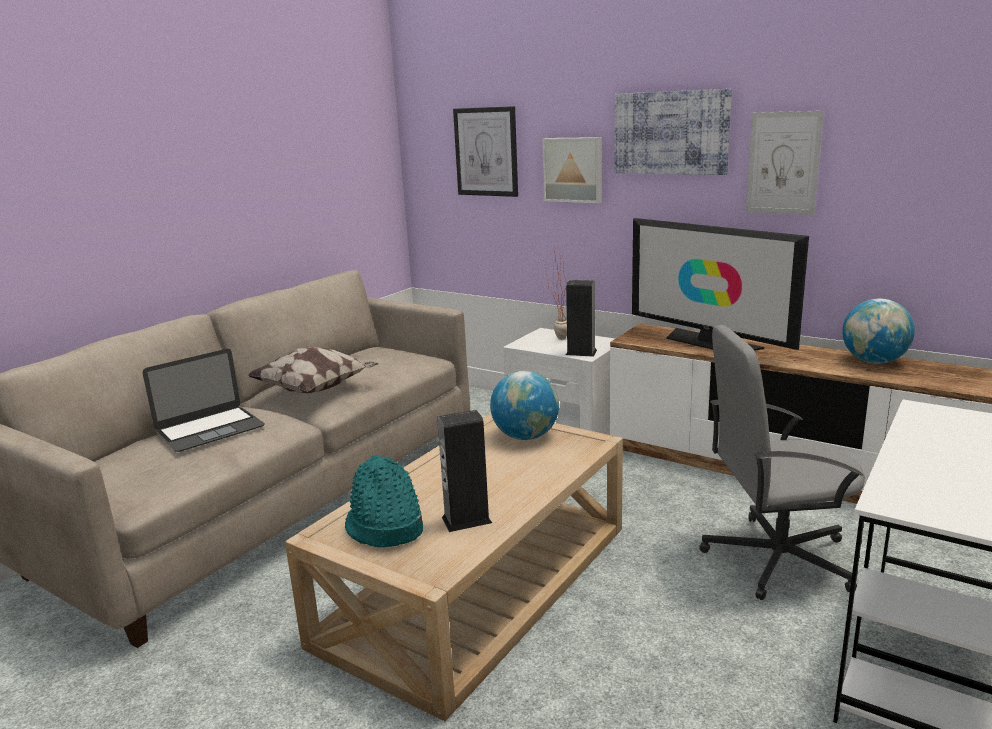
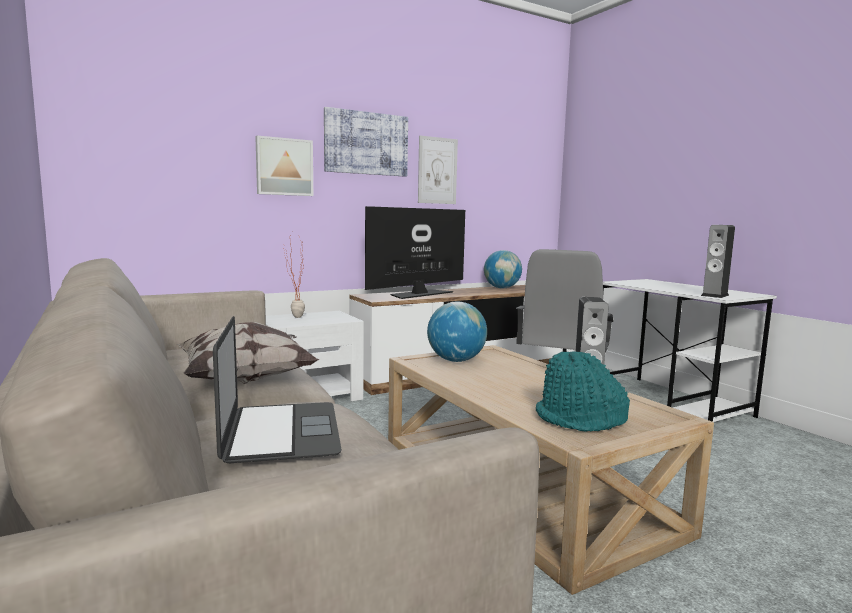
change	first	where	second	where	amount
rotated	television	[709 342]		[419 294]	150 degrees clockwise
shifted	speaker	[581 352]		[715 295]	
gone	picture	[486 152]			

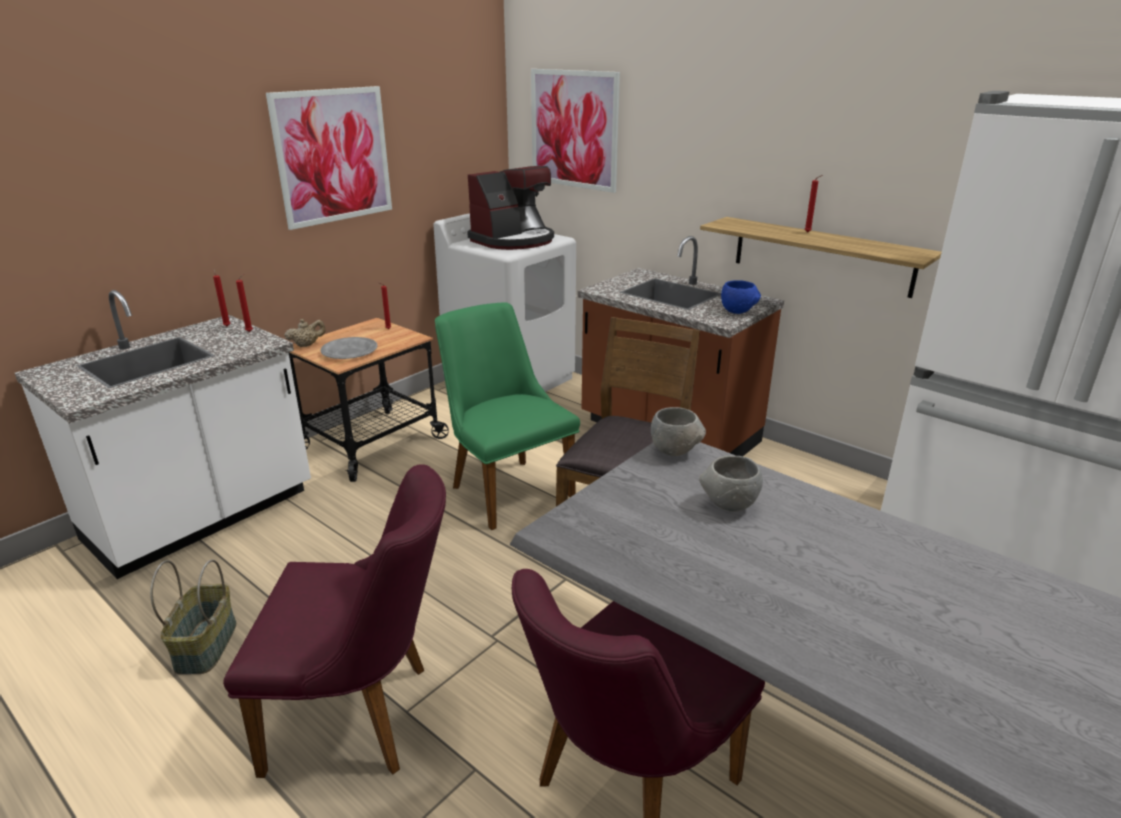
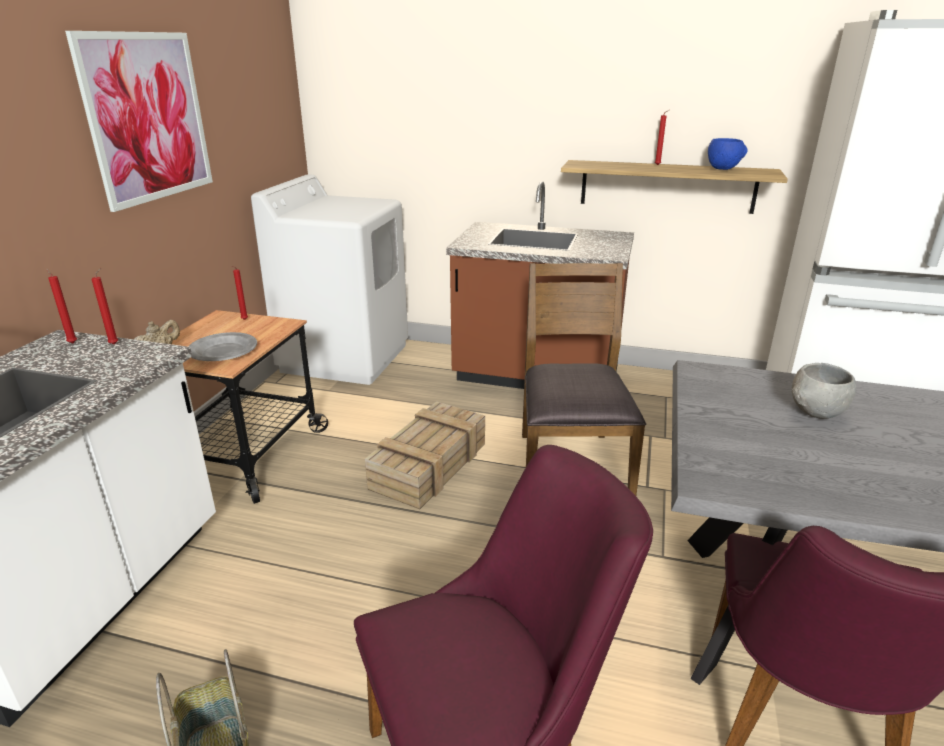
change	first	where	second	where	amount
swapped	chair/green	[505 487]	crate	[429 464]	
shifted	bowl/blue	[737 312]		[723 169]	
gone	coffee machine	[513 240]			
gone	picture	[574 129]			
gone	bowl/grey	[674 452]			

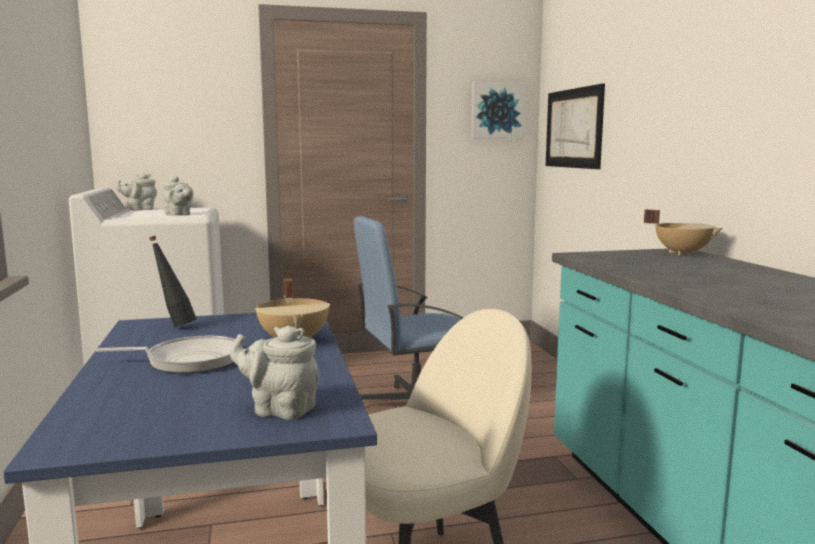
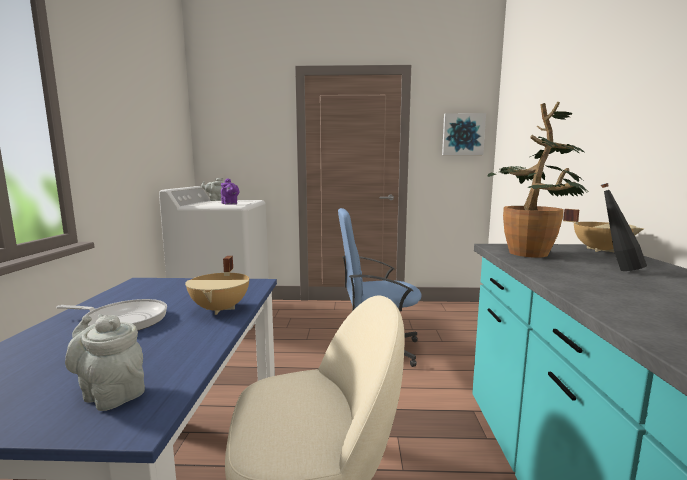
change	first	where	second	where	amount
repainted	teapot/grey	[179 215]	teapot/purple	[230 204]	
new			potted plant	[530 255]	
shifted	bottle/black	[175 326]		[616 269]	
gone	picture	[573 128]			

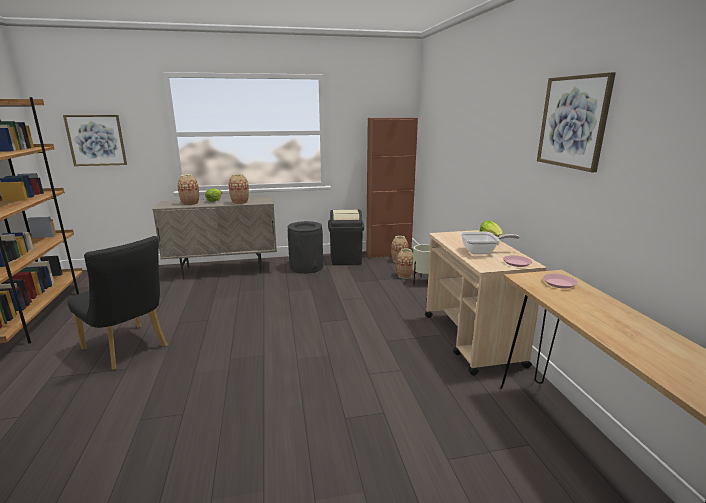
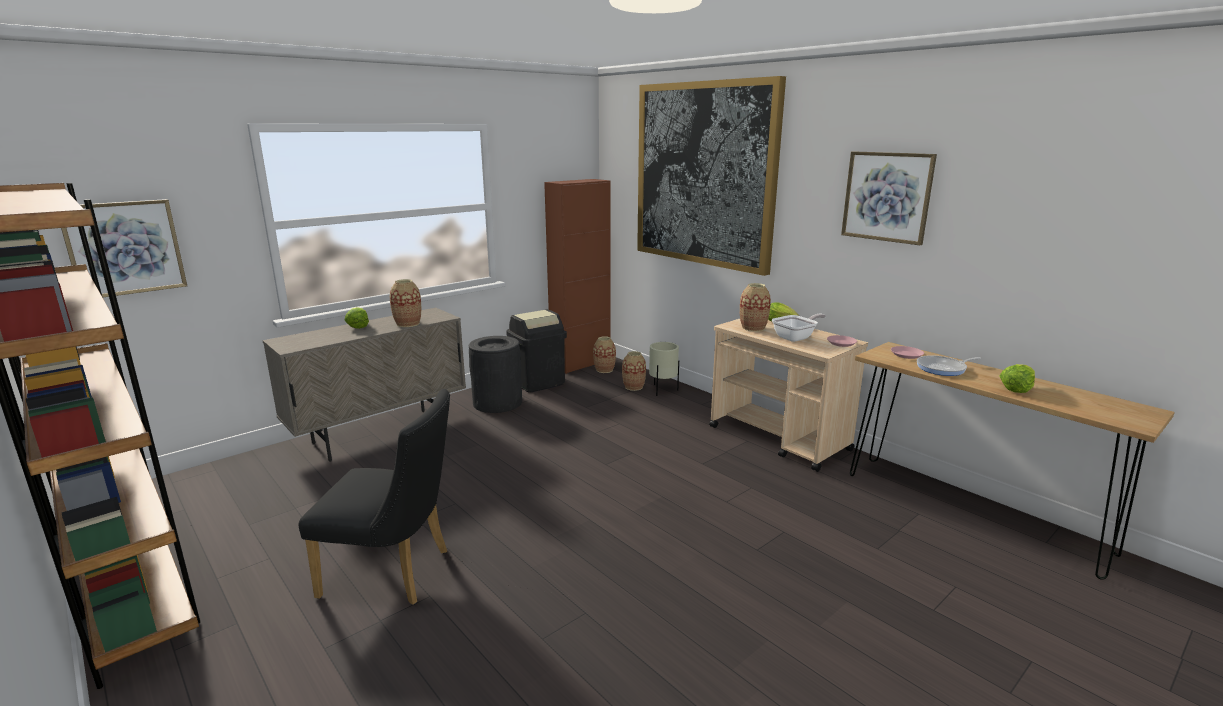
change	first	where	second	where	amount
new			picture	[704 175]	
shifted	vase	[190 203]		[753 328]	
new			frying pan	[943 368]	
new			lettuce	[1016 388]	

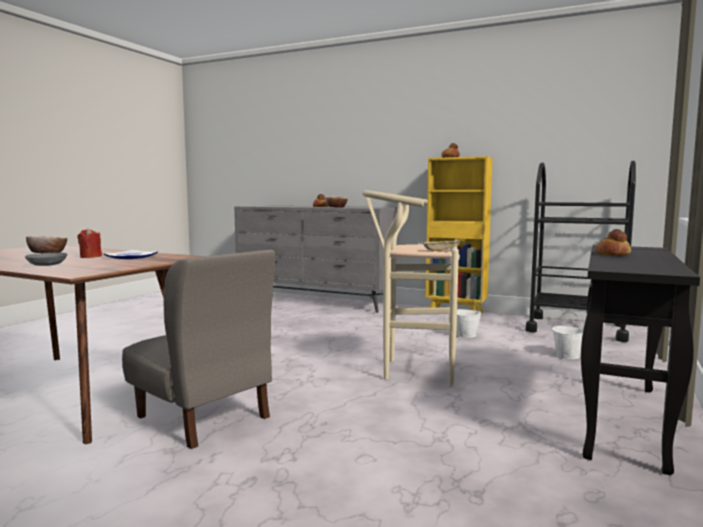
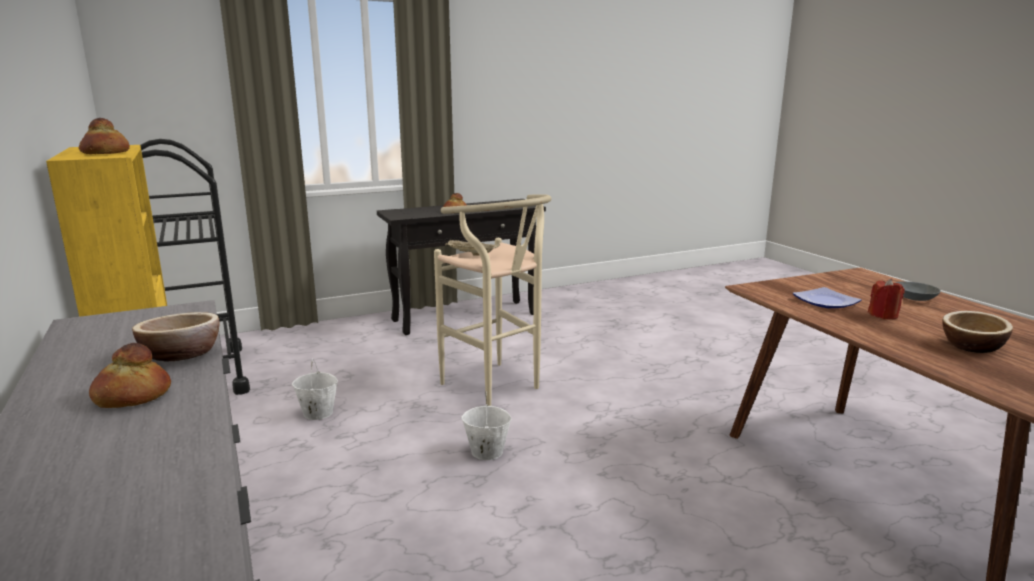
change	first	where	second	where	amount
shifted	bucket/white	[567 356]		[486 452]	
gone	chair/grey	[203 417]			

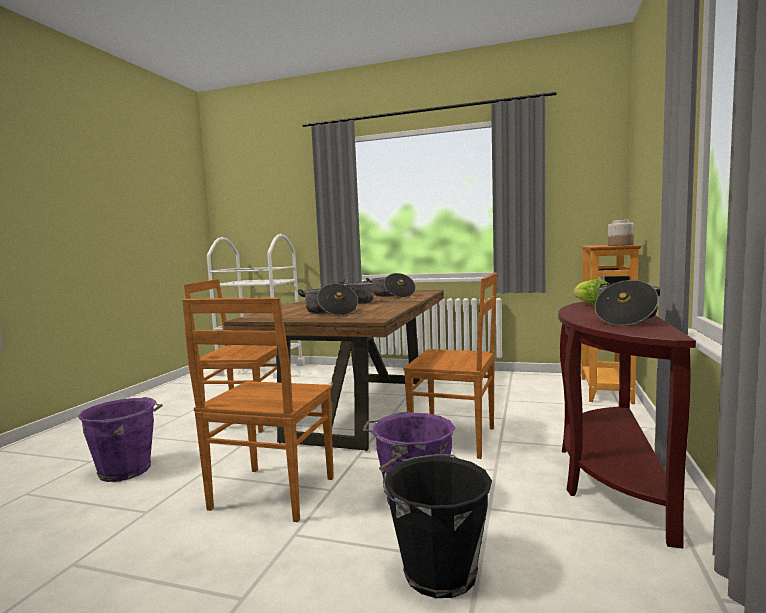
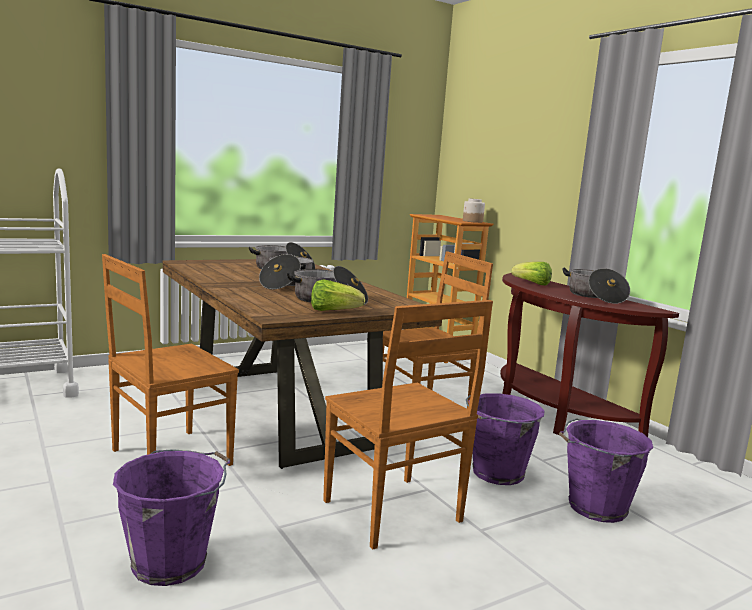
change	first	where	second	where	amount
new			lettuce	[333 311]	
repainted	bucket/black	[437 571]	bucket/purple	[594 507]	

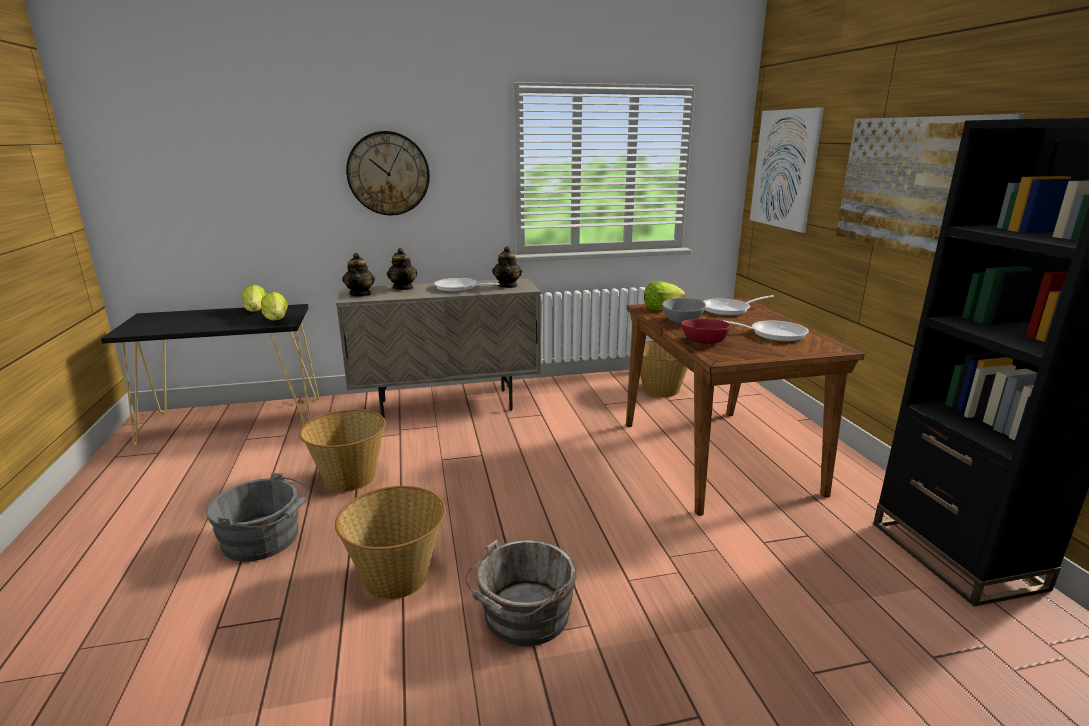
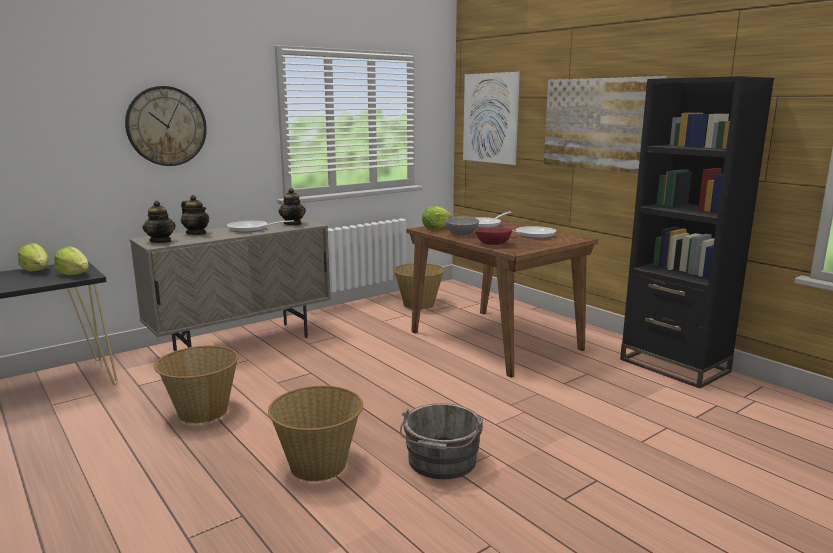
change	first	where	second	where	amount
gone	bucket/grey	[265 539]			

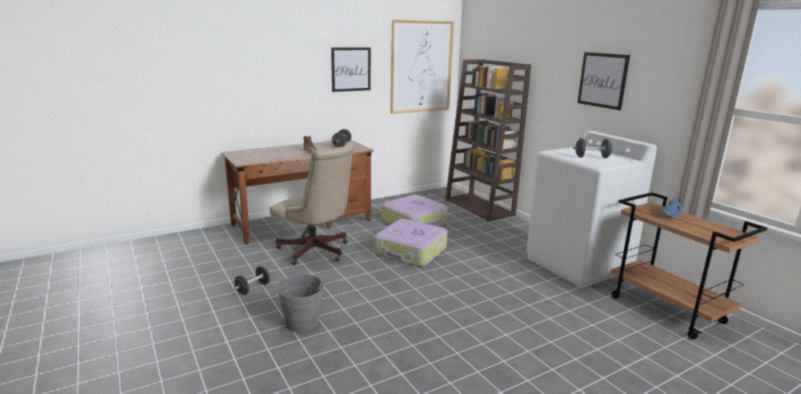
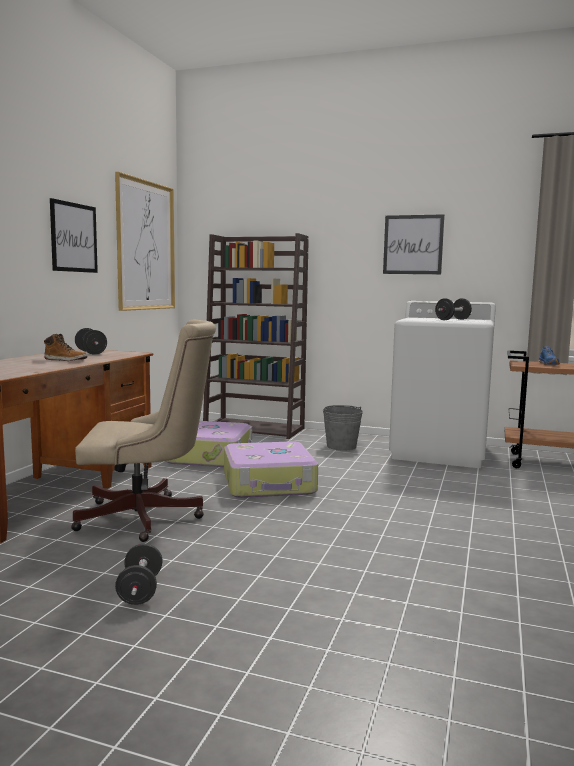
change	first	where	second	where	amount
shifted	bucket/grey	[302 323]		[341 446]	

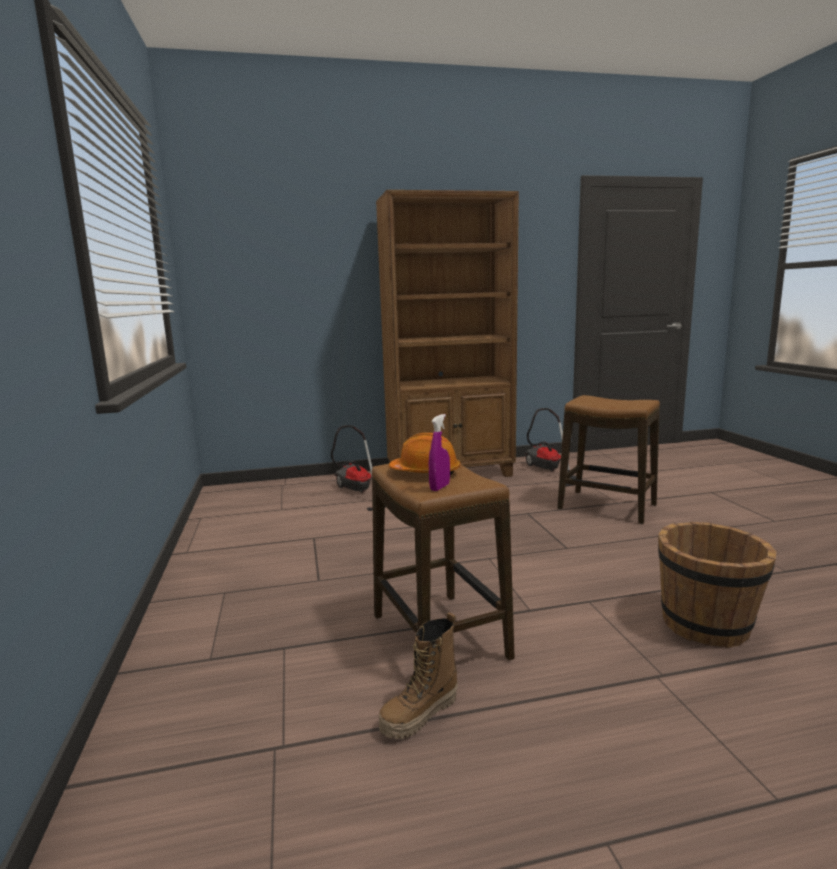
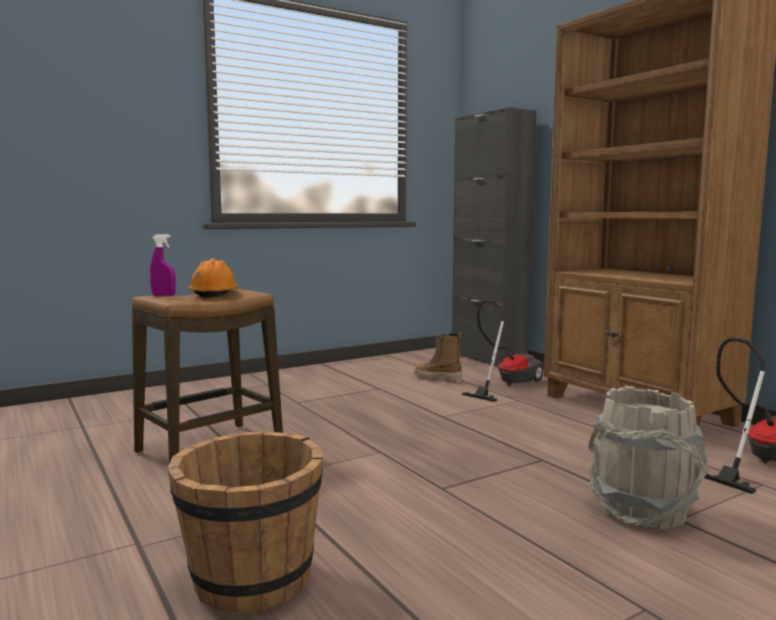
change	first	where	second	where	amount
shifted	boot	[420 715]		[437 379]	
new			cabinet/black	[488 359]	
swapped	stool	[607 507]	bucket/grey	[642 511]	

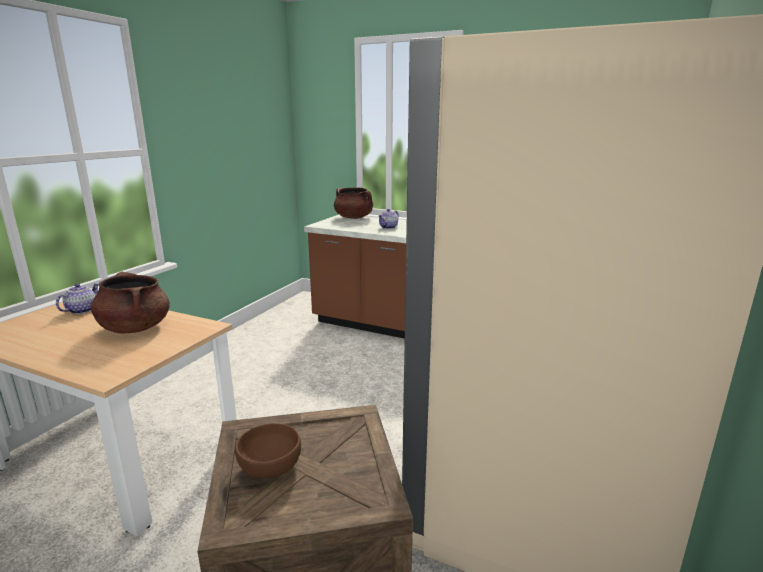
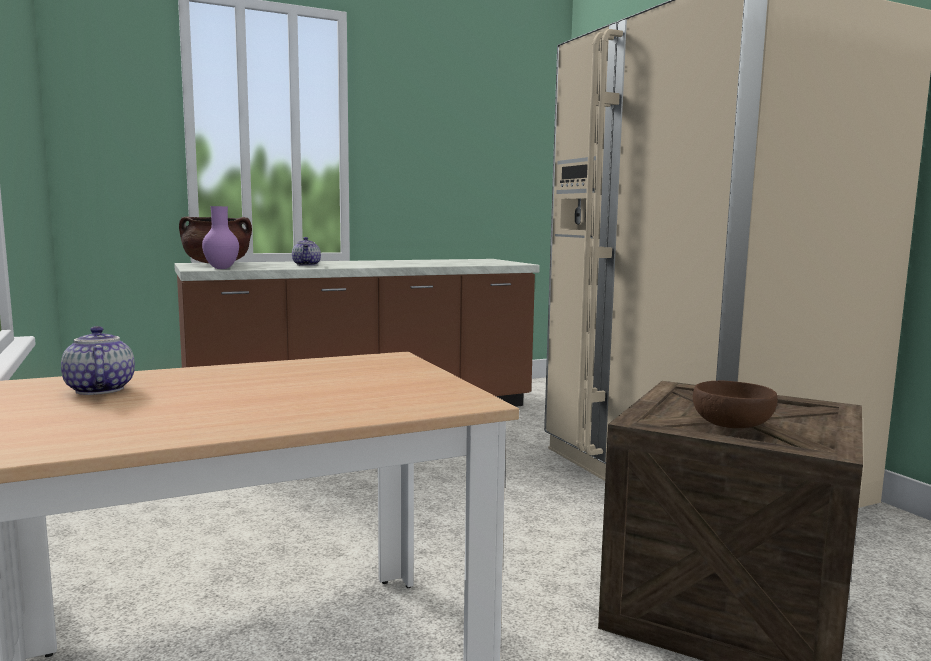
change	first	where	second	where	amount
new			vase/purple	[222 268]	
gone	cooking pot/brown	[135 328]			

